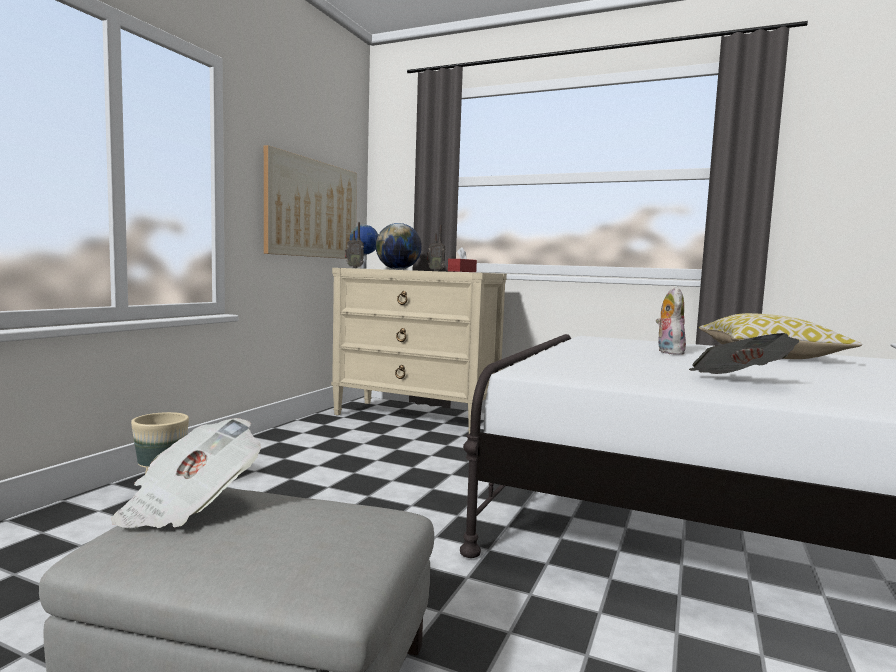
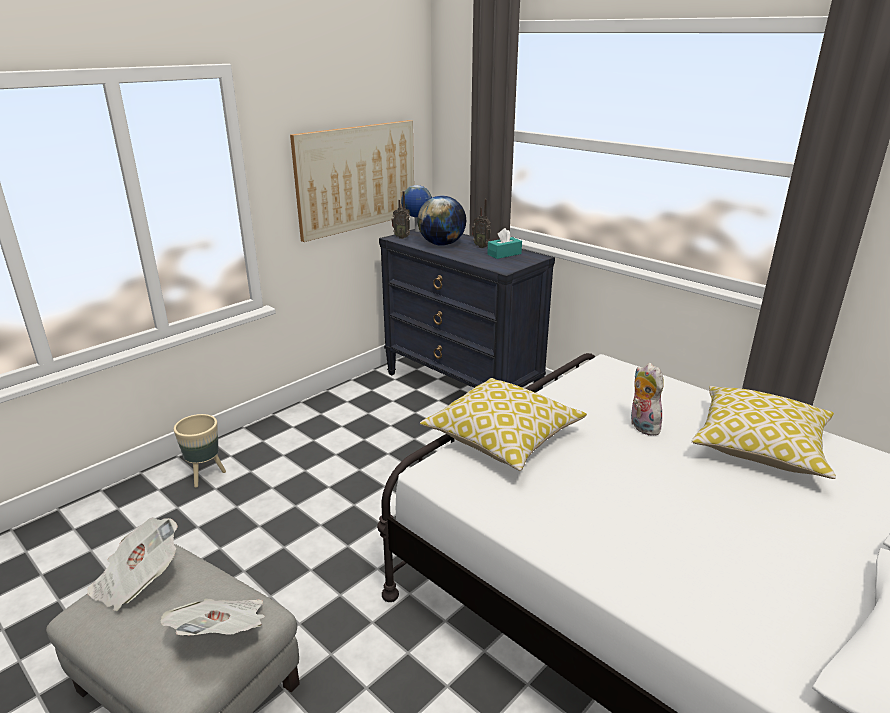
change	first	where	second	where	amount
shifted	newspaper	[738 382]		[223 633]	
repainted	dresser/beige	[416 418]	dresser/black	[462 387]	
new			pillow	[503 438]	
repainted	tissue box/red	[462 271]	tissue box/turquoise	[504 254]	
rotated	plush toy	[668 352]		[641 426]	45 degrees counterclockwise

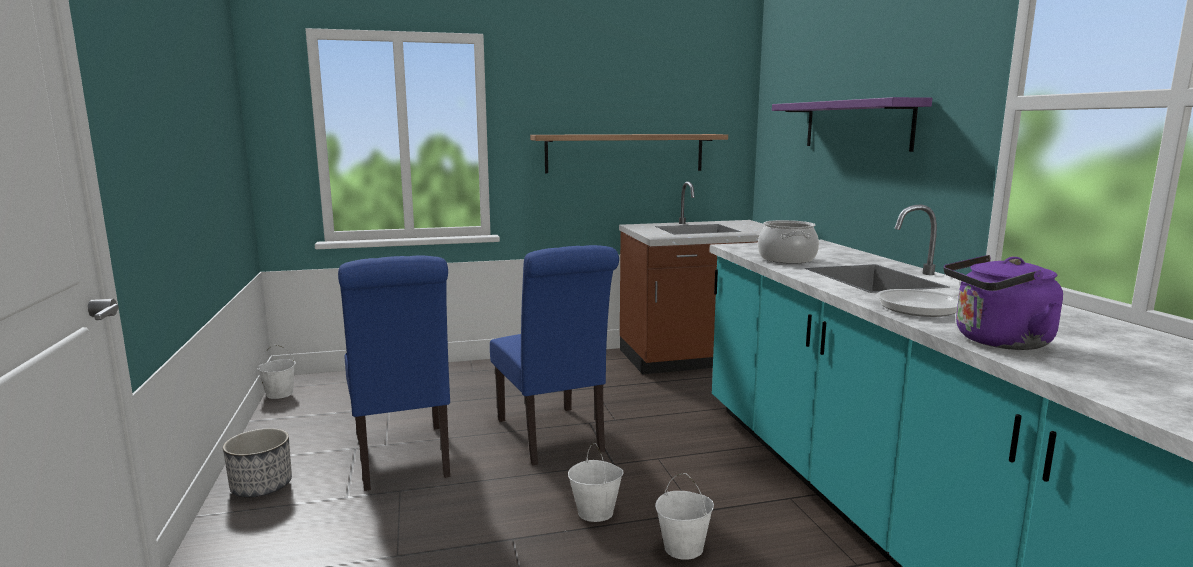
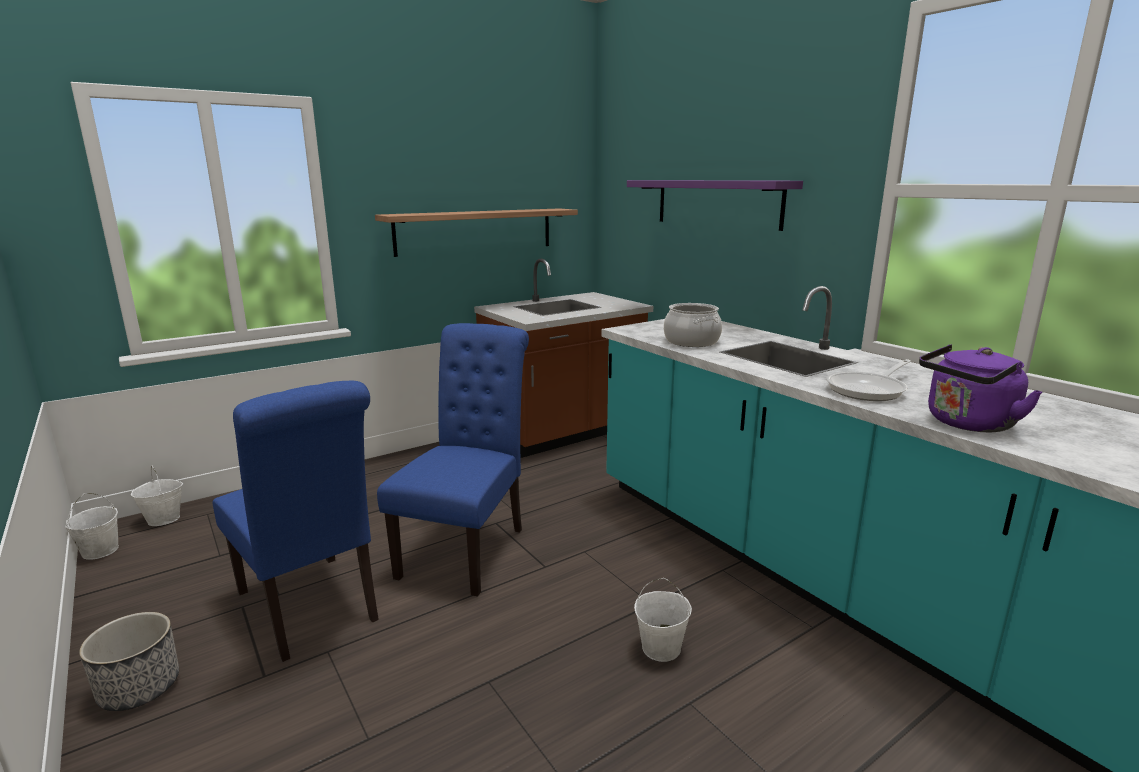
change	first	where	second	where	amount
shifted	bucket/white	[596 512]		[164 519]	
rotated	chair/blue	[553 438]		[468 548]	120 degrees counterclockwise

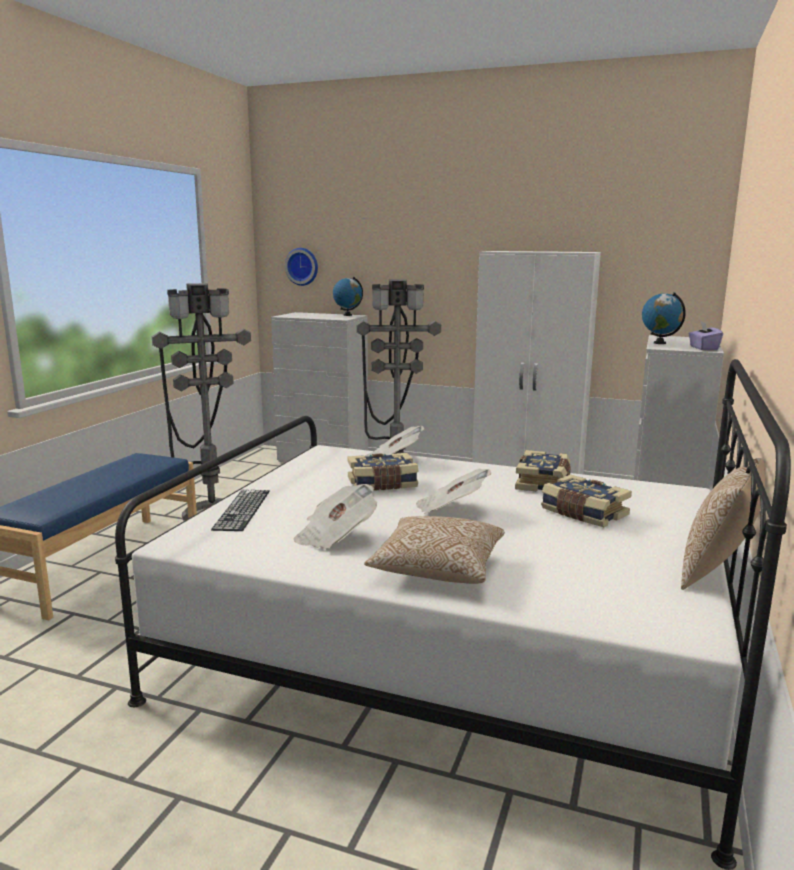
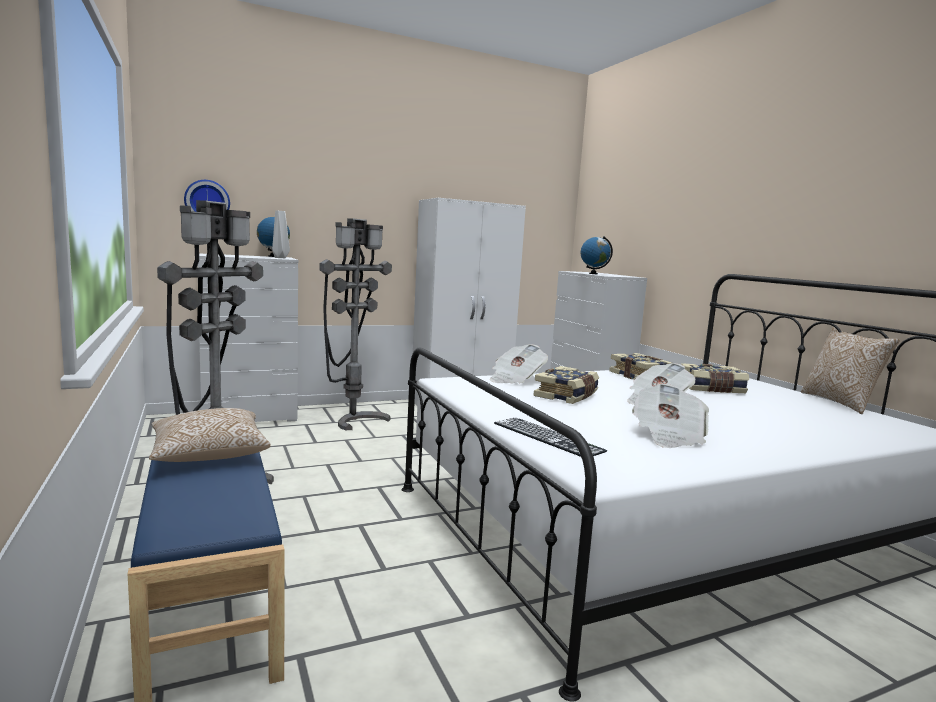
change	first	where	second	where	amount
shifted	pillow	[437 569]		[209 454]	
new			vase/grey	[281 258]	
gone	tissue box/purple	[703 348]			

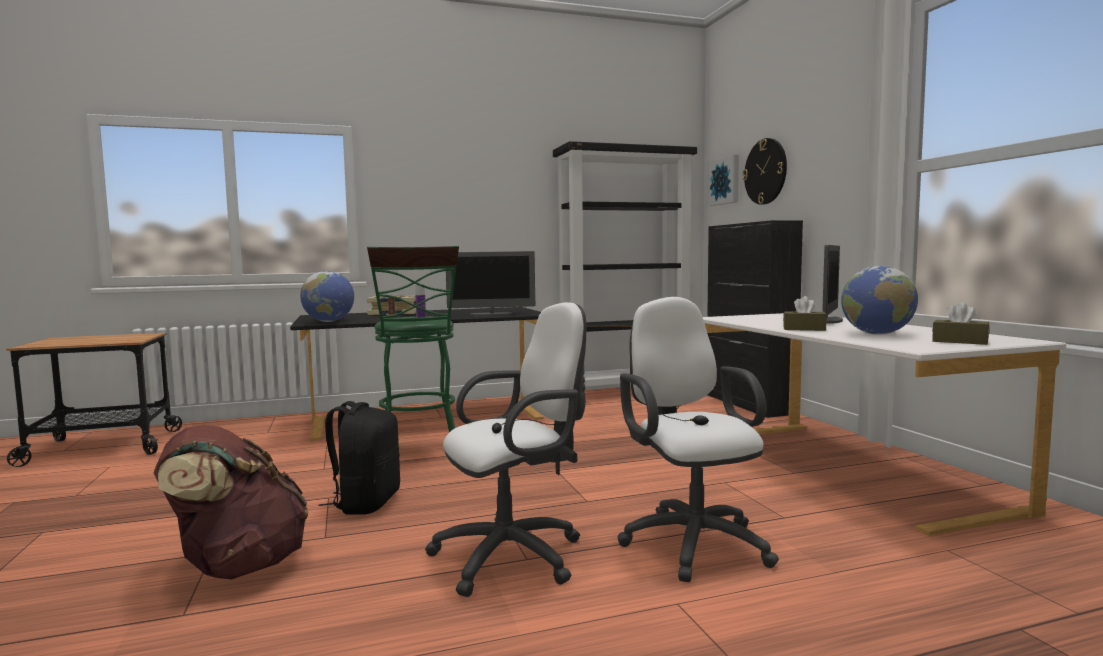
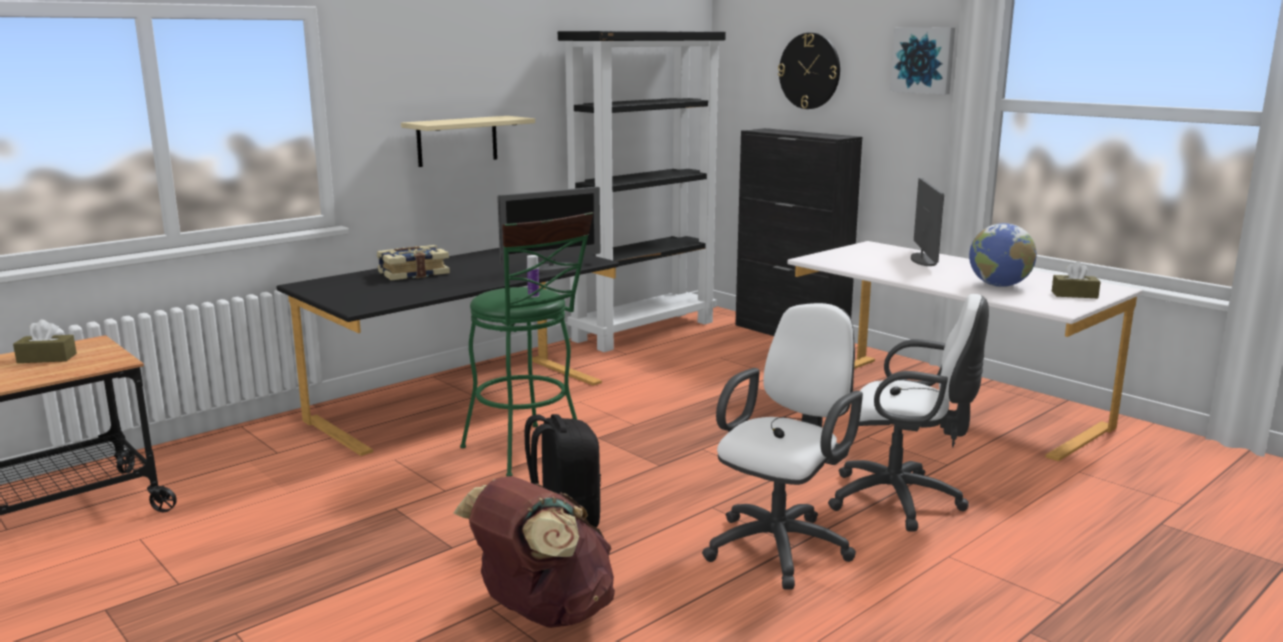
change	first	where	second	where	amount
shifted	tissue box/brown	[804 329]		[47 358]	
new			shelf/beige	[457 141]	
rotated	office chair/white	[691 541]		[902 501]	150 degrees clockwise
shifted	picture	[725 181]		[924 60]	
gone	globe	[329 321]			

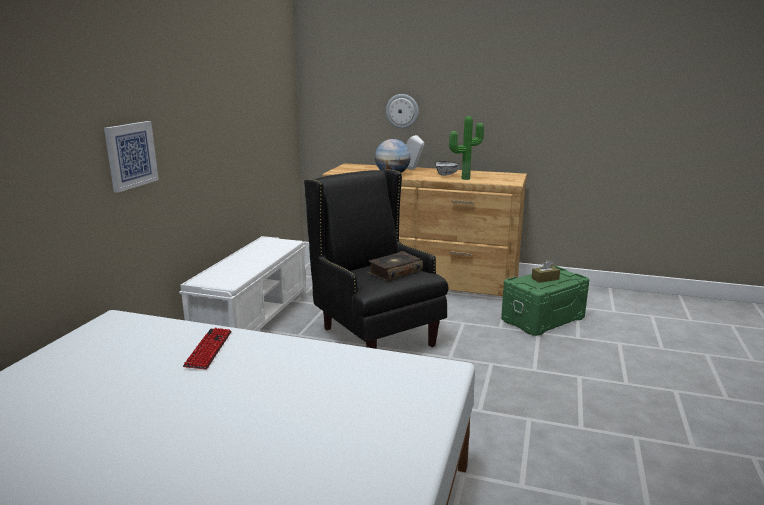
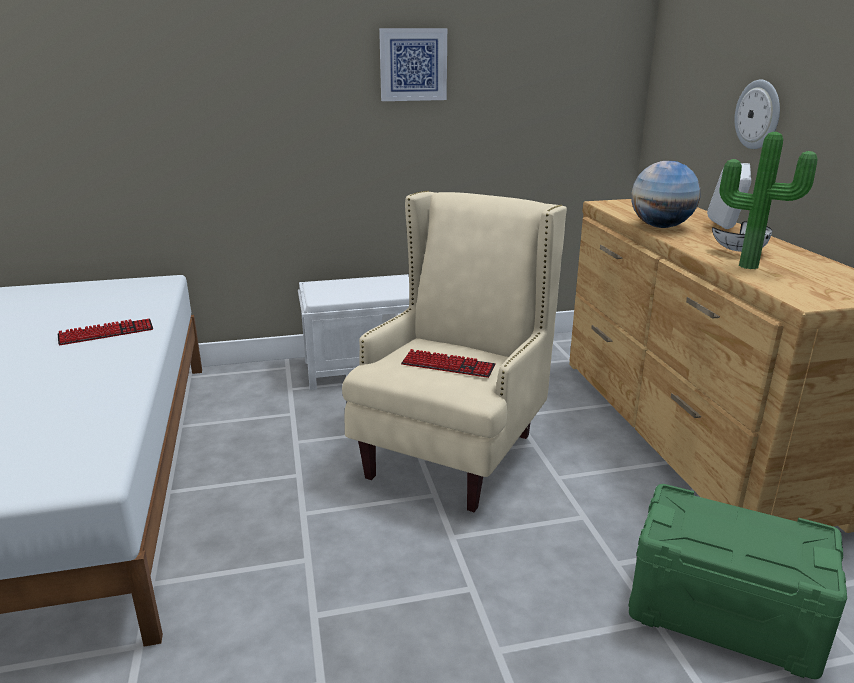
change	first	where	second	where	amount
repainted	armchair/black	[376 336]	armchair/beige	[452 454]	
shifted	picture	[131 155]		[413 64]	
swapped	book	[394 272]	keyboard	[448 366]	
gone	tissue box/brown	[545 279]			

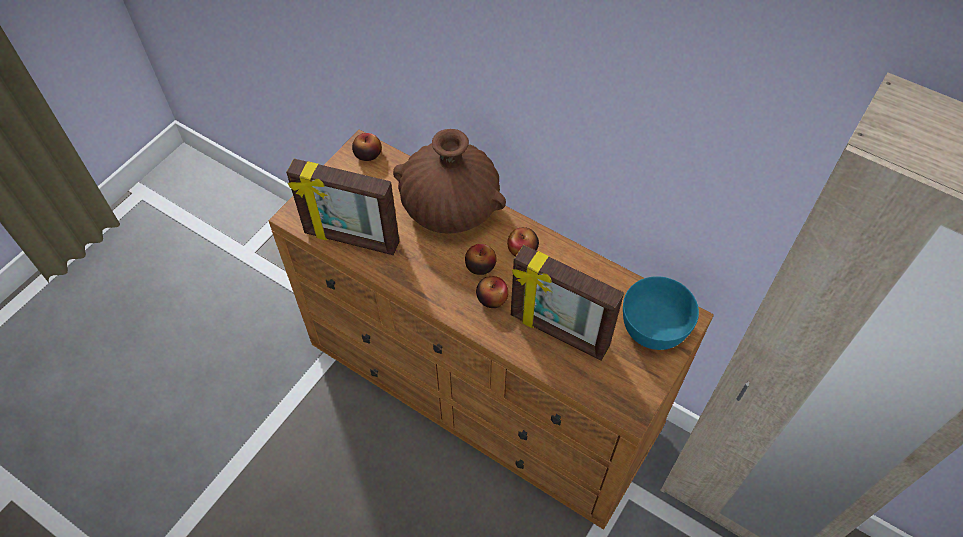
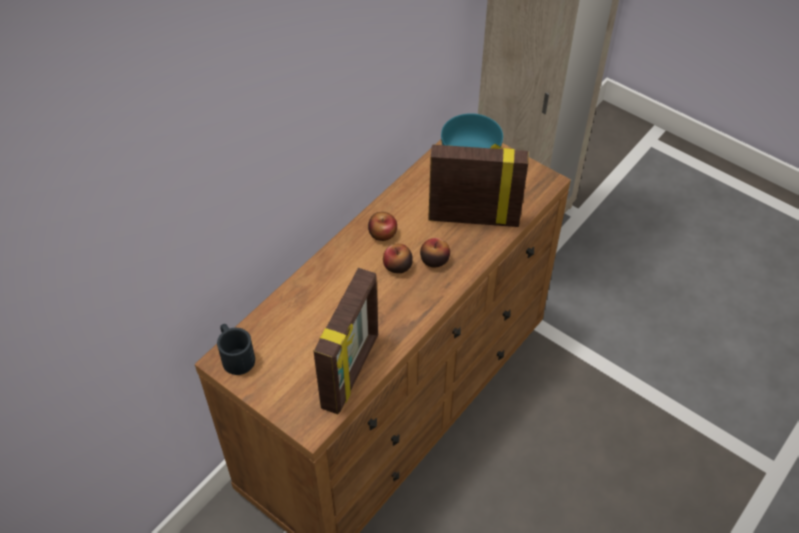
change	first	where	second	where	amount
swapped	apple	[368 154]	mug/black	[235 355]	
rotated	picture frame	[558 333]		[473 217]	120 degrees counterclockwise
gone	vase/brown	[450 208]			

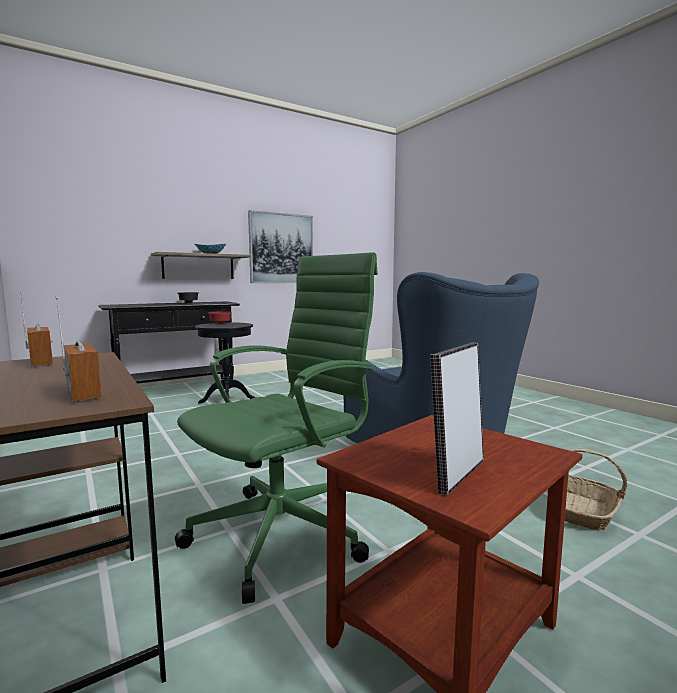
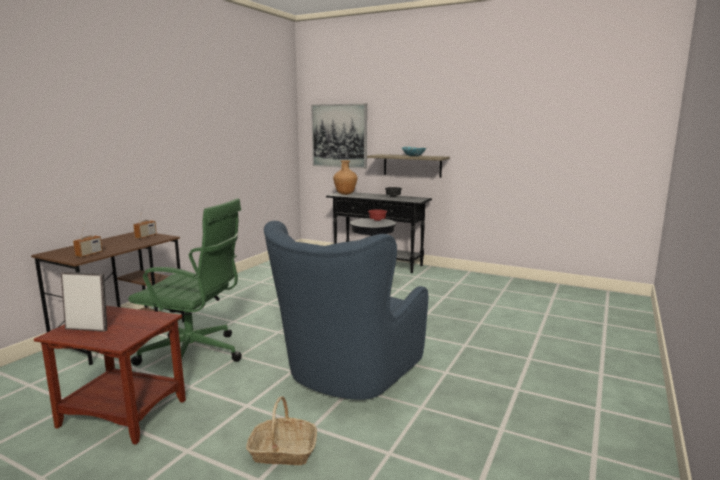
change	first	where	second	where	amount
shifted	picture	[281 248]		[339 136]	
new			vase/brown	[345 194]	

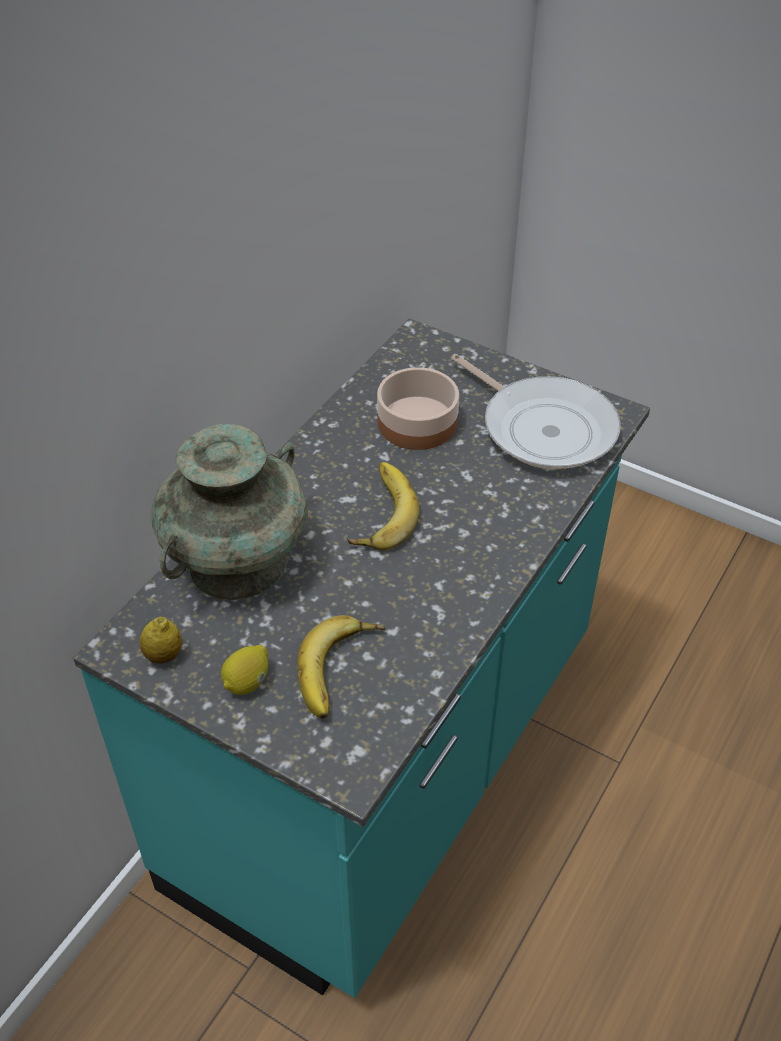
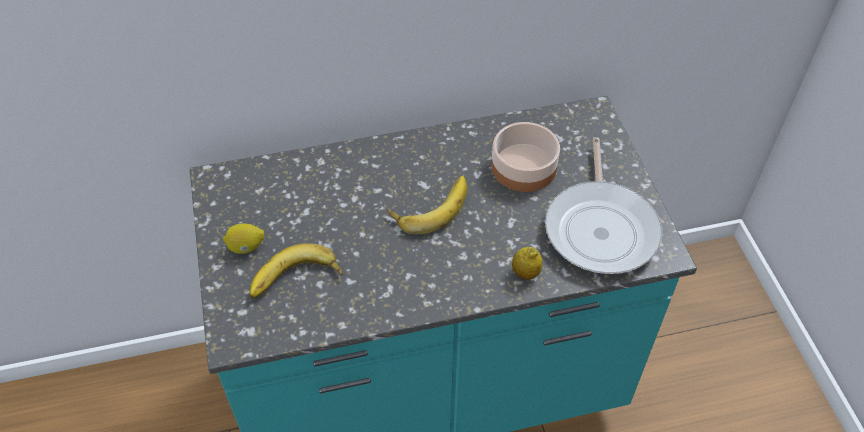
change	first	where	second	where	amount
shifted	lemon	[163 655]		[525 273]	
gone	vase/turquoise	[238 562]			

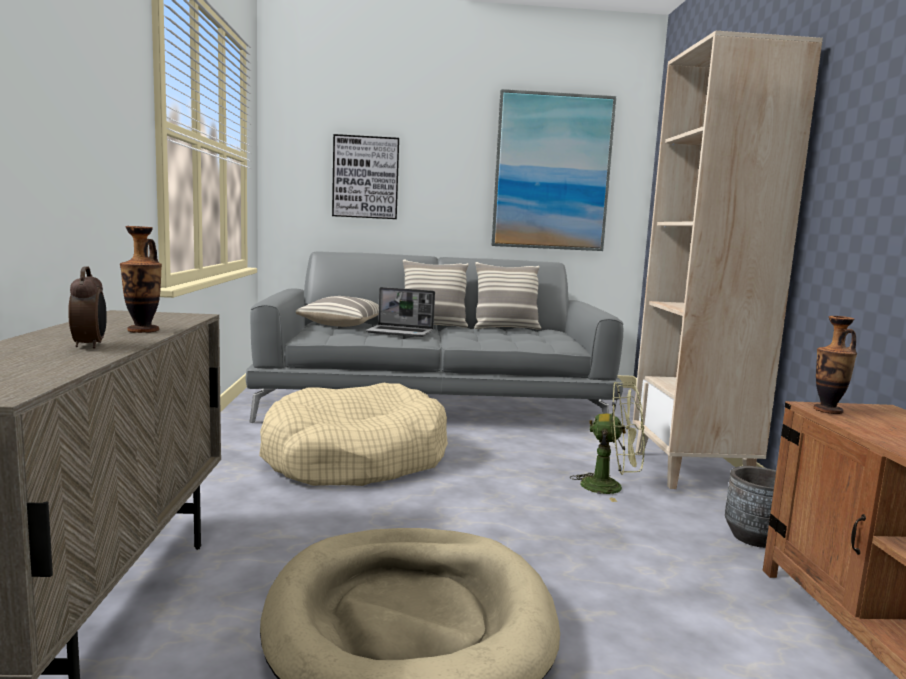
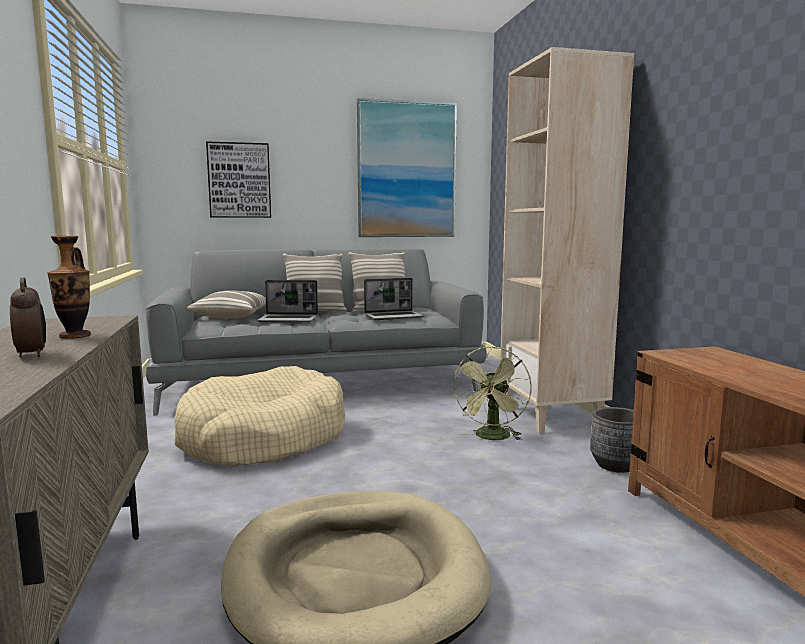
change	first	where	second	where	amount
new			laptop	[394 316]	
rotated	fan/green	[611 487]		[492 438]	105 degrees clockwise
gone	vase	[827 410]			

